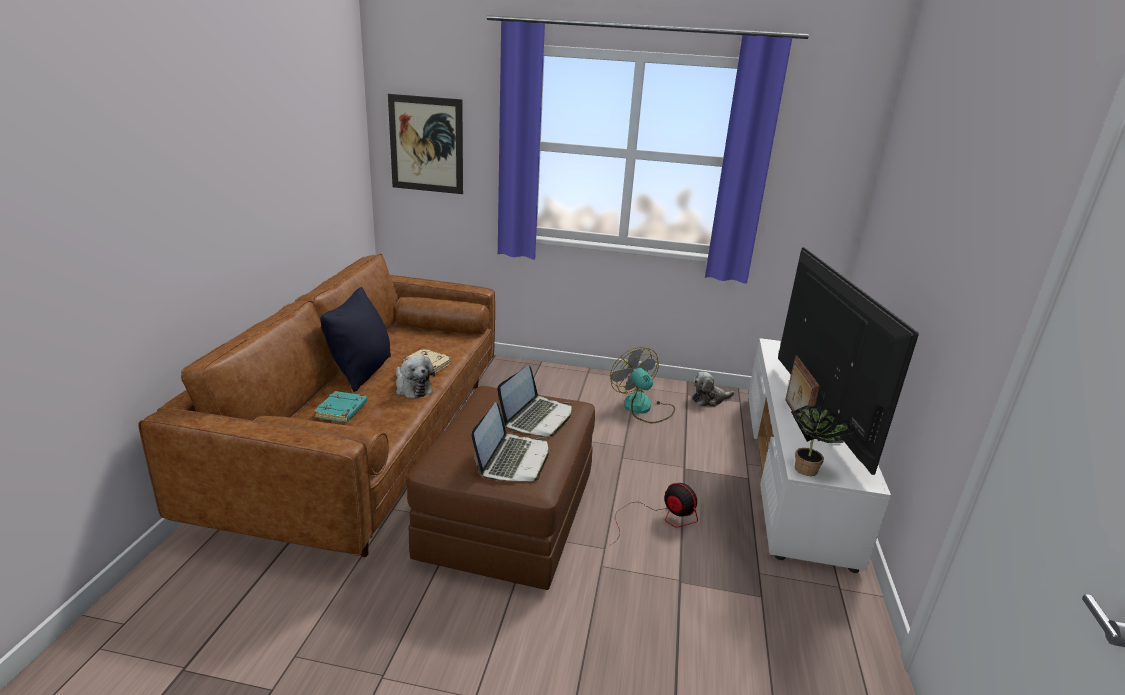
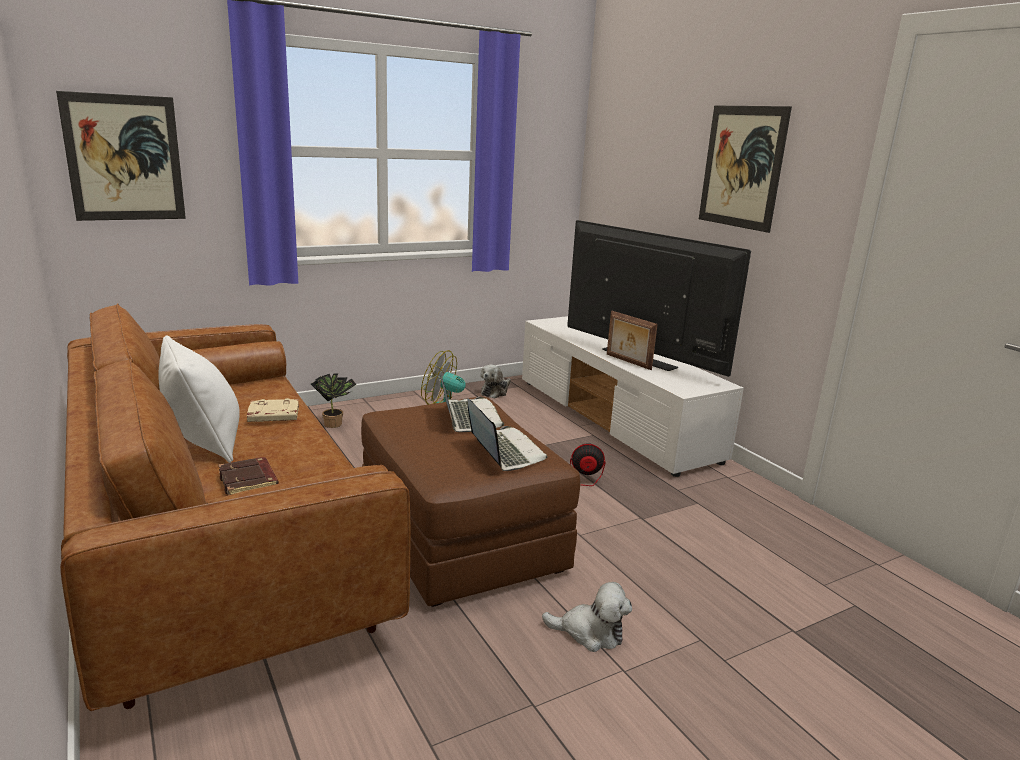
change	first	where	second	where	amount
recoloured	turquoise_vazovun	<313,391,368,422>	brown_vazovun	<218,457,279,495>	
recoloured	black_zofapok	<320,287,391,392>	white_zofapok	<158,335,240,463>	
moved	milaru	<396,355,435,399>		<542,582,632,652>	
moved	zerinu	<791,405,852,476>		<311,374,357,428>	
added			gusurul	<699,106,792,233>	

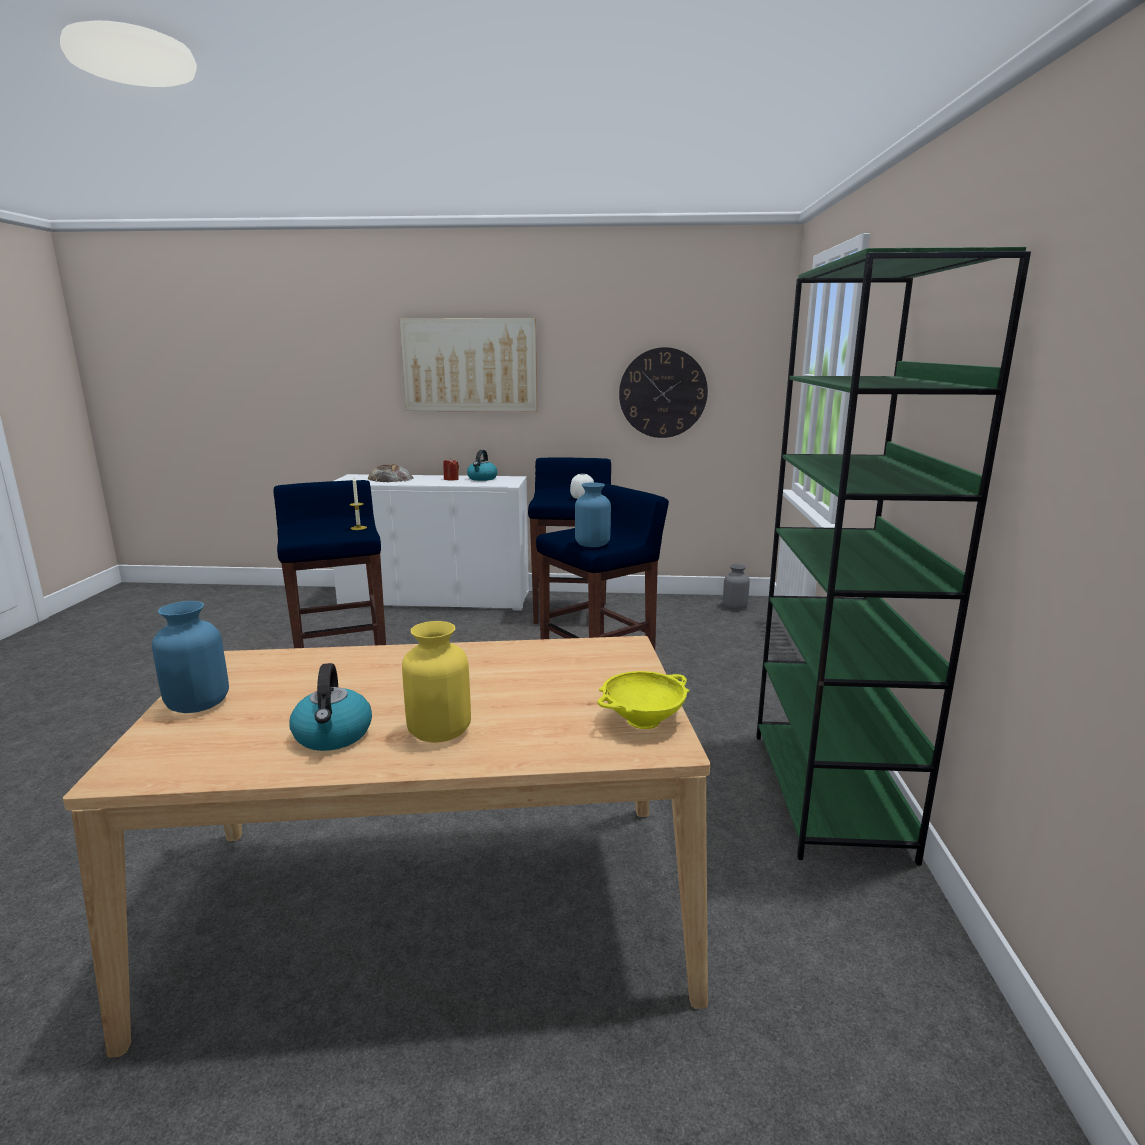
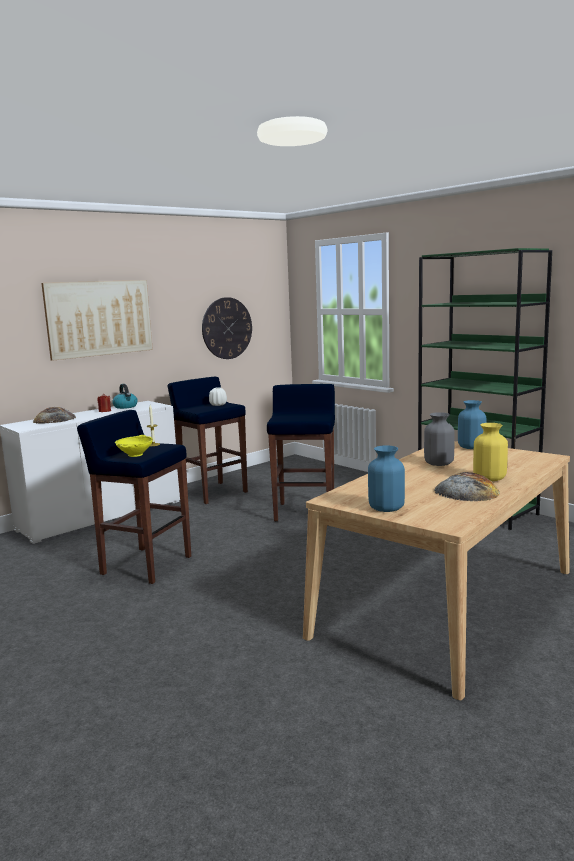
change	first	where	second	where	amount
replaced	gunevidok	<289,663,372,751>	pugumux	<434,472,500,501>	
moved	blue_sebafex	<575,482,611,547>		<458,400,486,449>	
moved	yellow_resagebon	<597,671,690,729>		<115,435,153,457>	
moved	grey_sebafex	<723,564,750,610>		<424,412,455,466>	

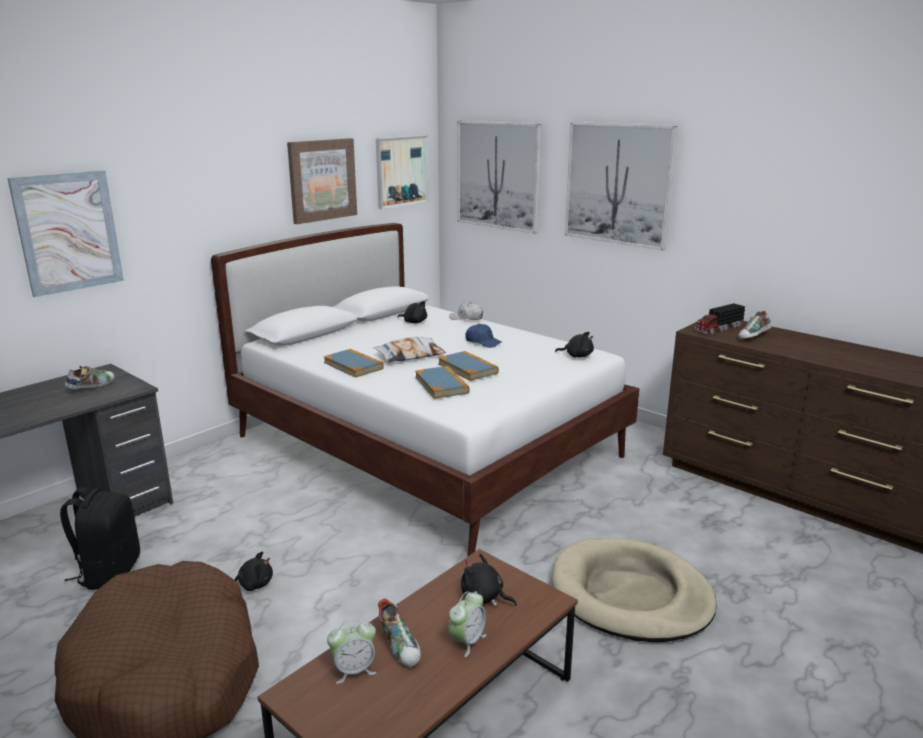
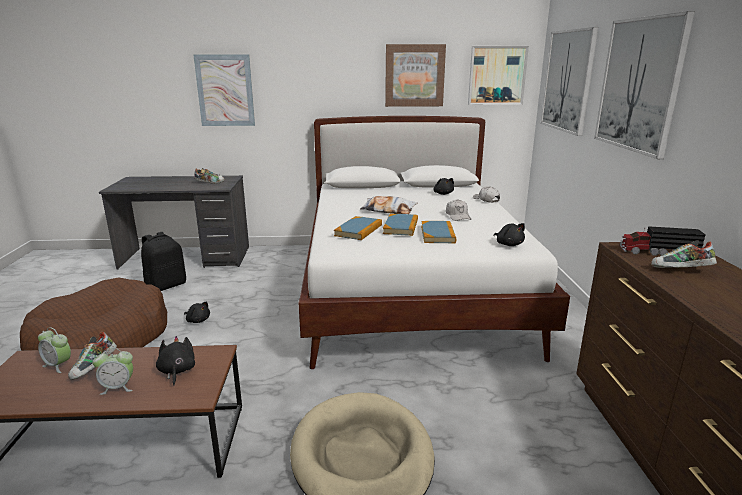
change	first	where	second	where	amount
moved	vazovun	<324,349,384,378>		<421,221,456,243>	
recoloured	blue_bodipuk	<466,324,502,348>	white_bodipuk	<446,199,471,221>	

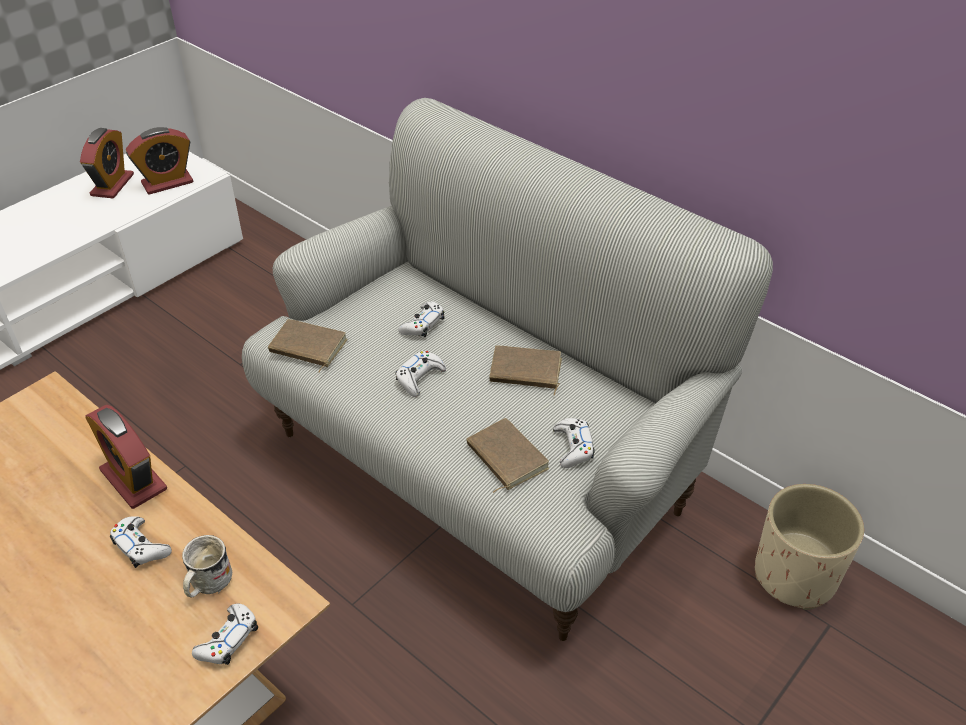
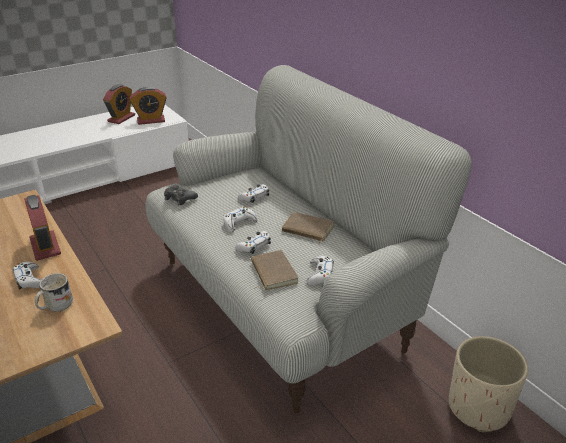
change	first	where	second	where	amount
moved	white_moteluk	<192,603,258,665>		<235,231,271,254>	
replaced	brown_vazovun	<268,319,348,372>	black_moteluk	<164,185,198,205>	

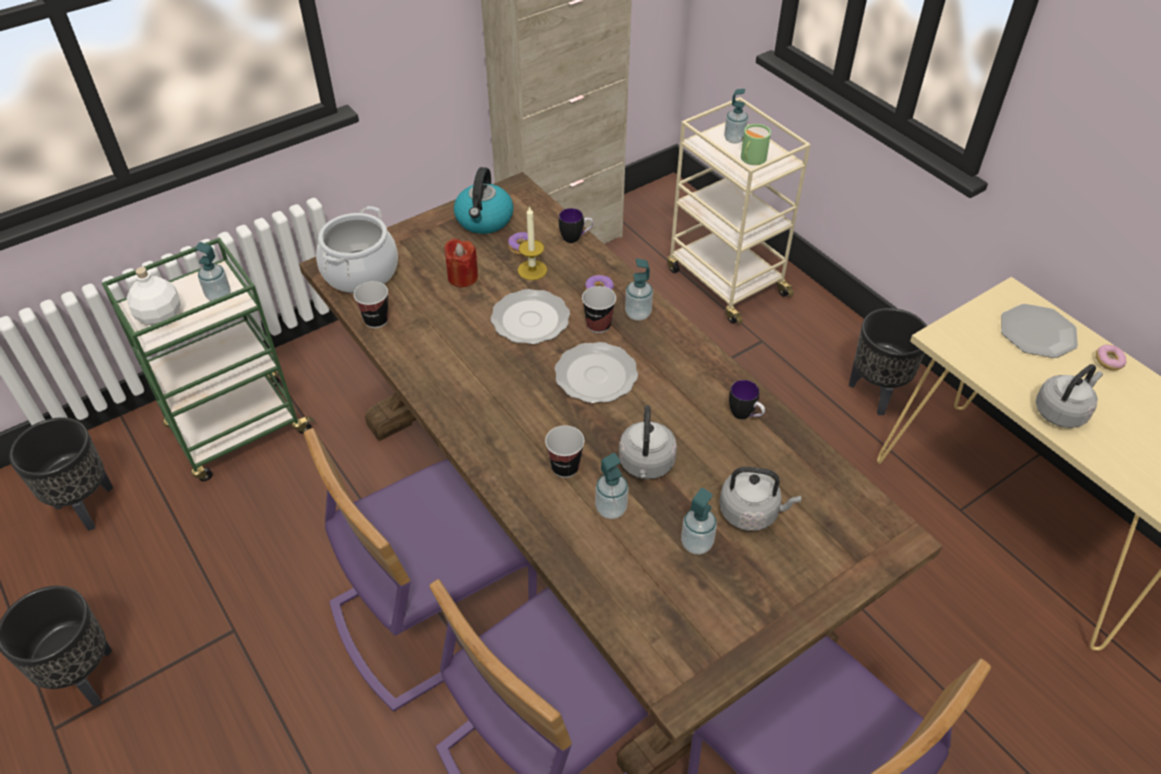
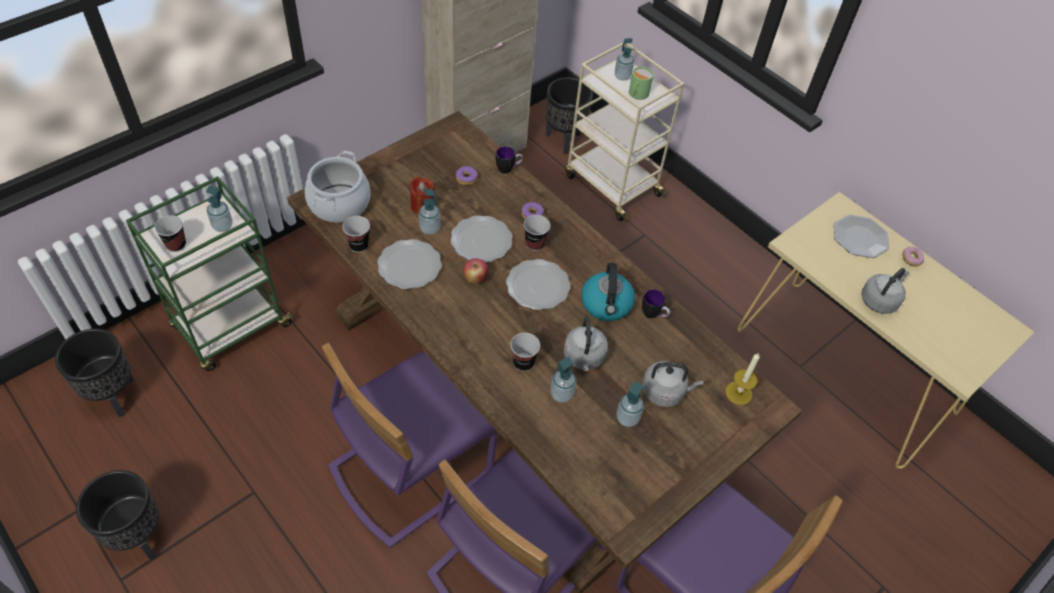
change	first	where	second	where	amount
replaced	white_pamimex	<126,267,180,326>	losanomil	<155,215,186,252>	
moved	gunevidok	<454,167,513,234>		<581,263,635,321>	
moved	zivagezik	<518,206,547,280>		<726,353,760,405>	
moved	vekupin	<625,259,653,321>		<419,189,440,235>	
moved	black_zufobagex	<849,308,927,415>		<546,77,593,154>	
added			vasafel	<377,239,442,289>	
added			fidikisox	<463,258,488,284>	

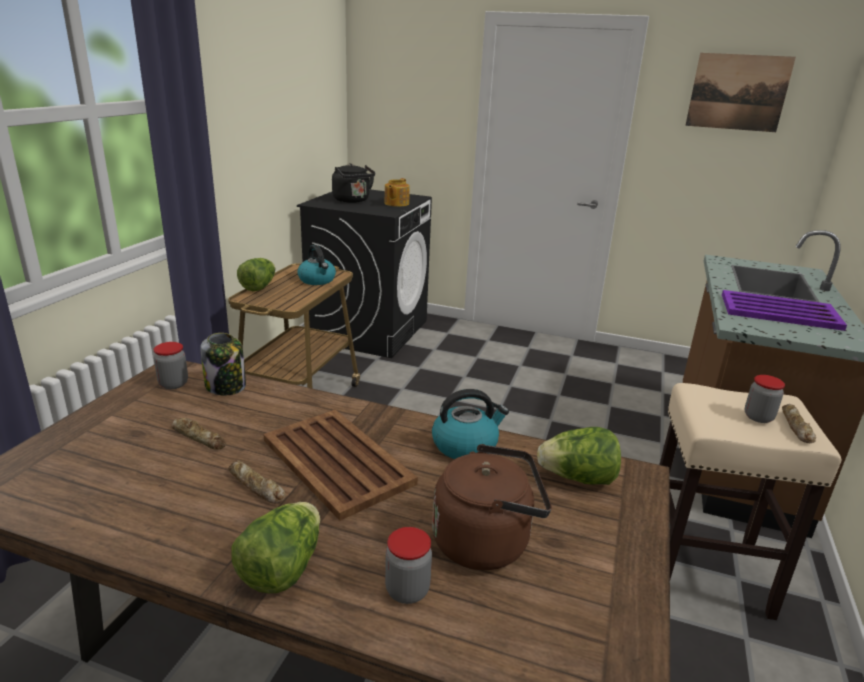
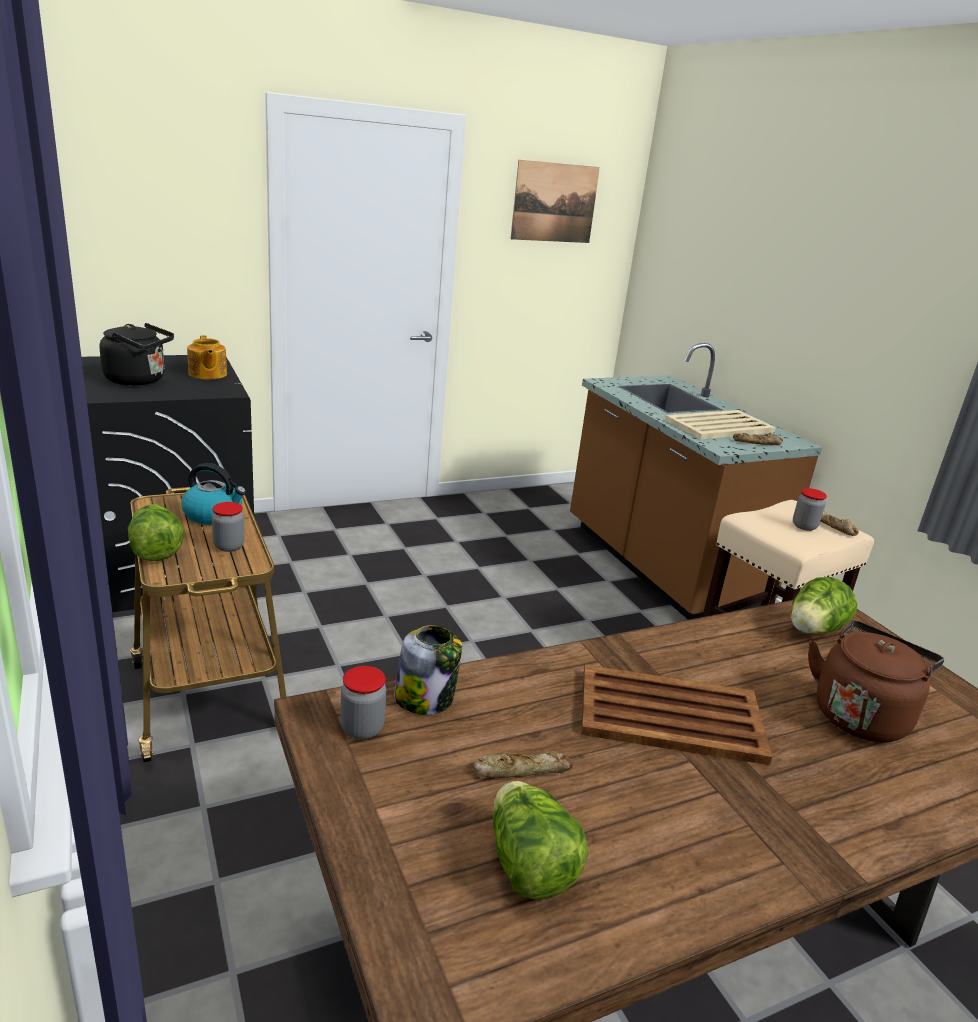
change	first	where	second	where	amount
moved	pugumux	<228,460,286,504>		<733,433,783,445>	
moved	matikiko	<232,502,320,593>		<493,781,588,900>	
moved	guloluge	<385,527,432,604>		<212,502,245,552>	
removed	gunevidok	<432,389,509,459>			
recoloured	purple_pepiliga	<722,290,847,331>	beige_pepiliga	<665,410,776,439>	

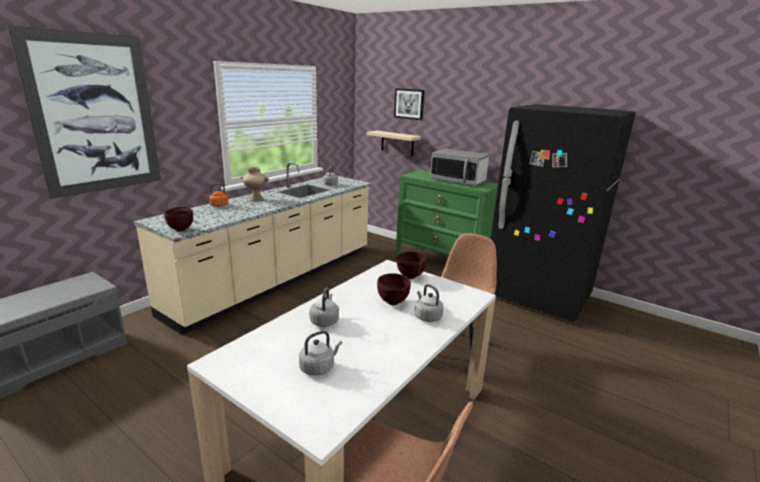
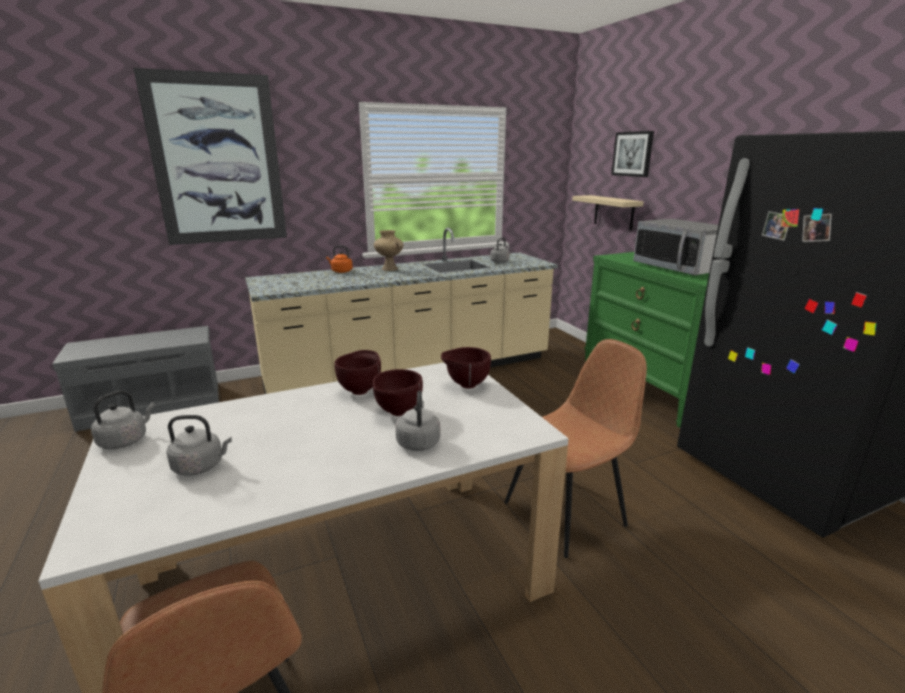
change	first	where	second	where	amount
moved	brown_resagebon	<164,207,193,232>		<334,350,381,395>	
moved	grey_gunevidok	<309,288,339,327>		<91,391,155,449>	

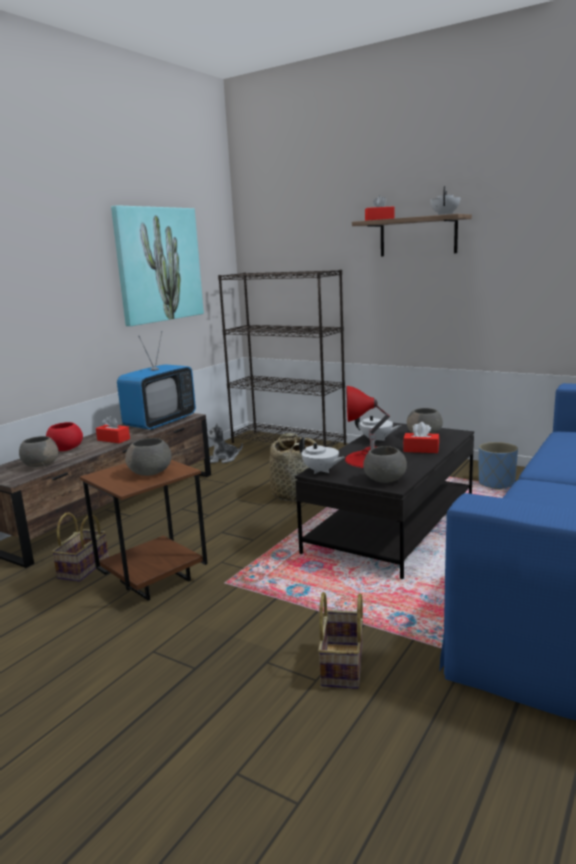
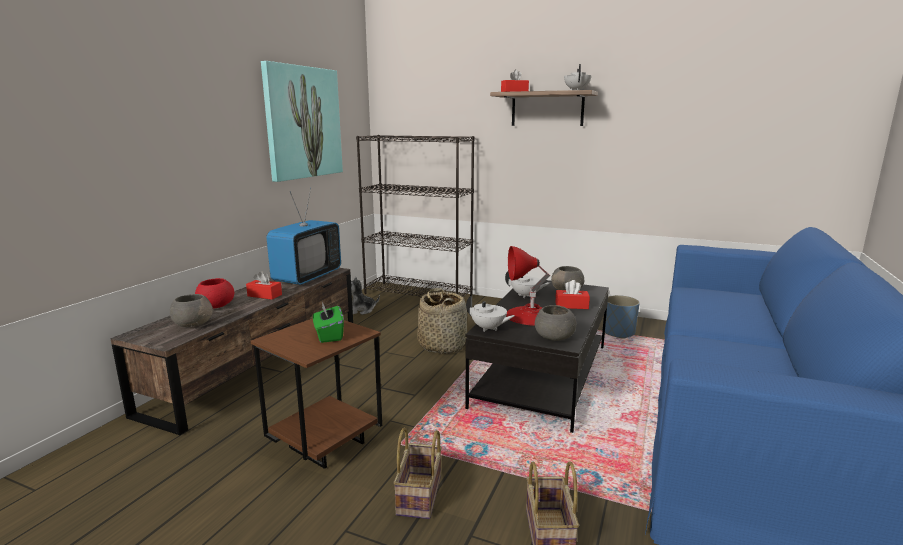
change	first	where	second	where	amount
moved	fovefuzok	<52,513,109,582>		<393,428,442,519>	
replaced	grey_resagebon	<125,438,172,476>	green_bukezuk	<313,302,344,343>	

